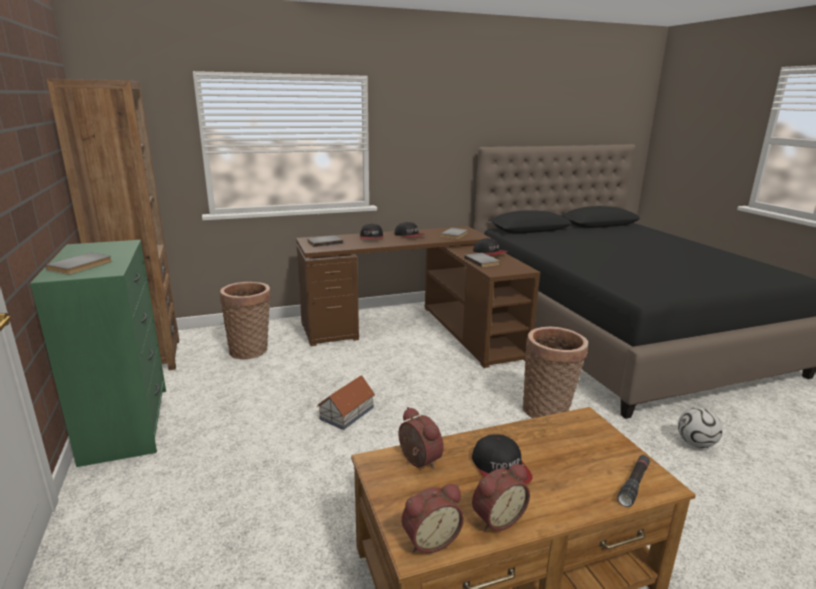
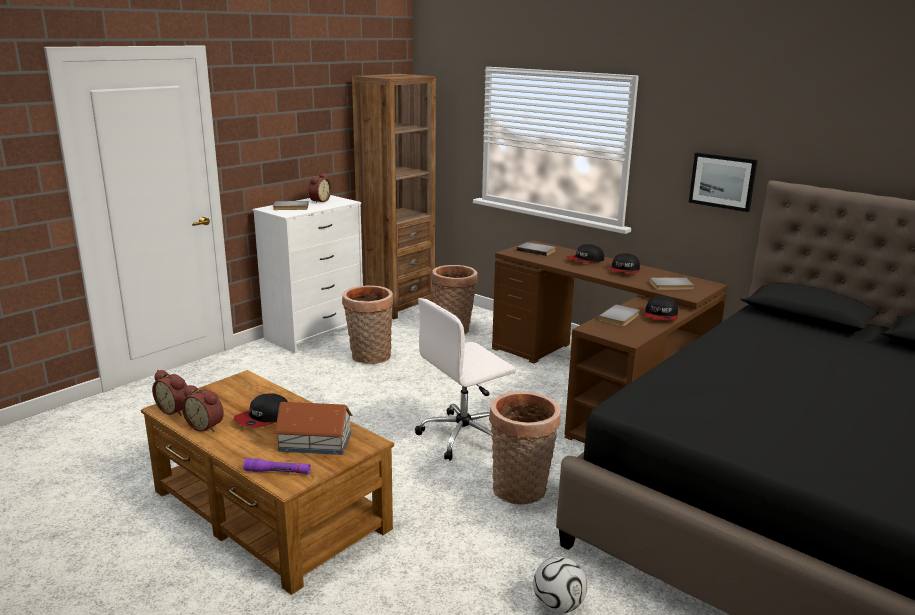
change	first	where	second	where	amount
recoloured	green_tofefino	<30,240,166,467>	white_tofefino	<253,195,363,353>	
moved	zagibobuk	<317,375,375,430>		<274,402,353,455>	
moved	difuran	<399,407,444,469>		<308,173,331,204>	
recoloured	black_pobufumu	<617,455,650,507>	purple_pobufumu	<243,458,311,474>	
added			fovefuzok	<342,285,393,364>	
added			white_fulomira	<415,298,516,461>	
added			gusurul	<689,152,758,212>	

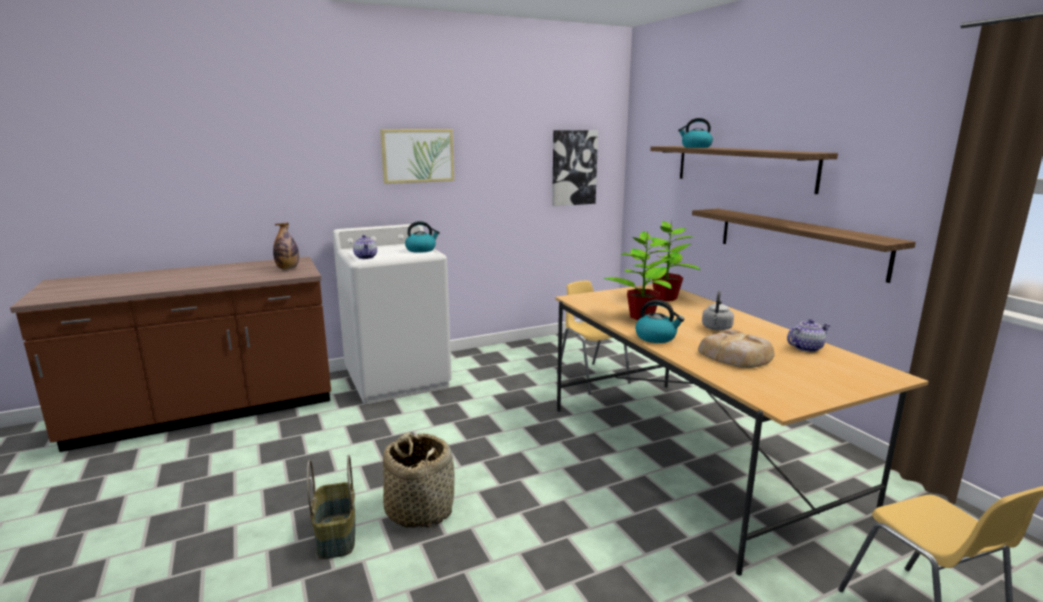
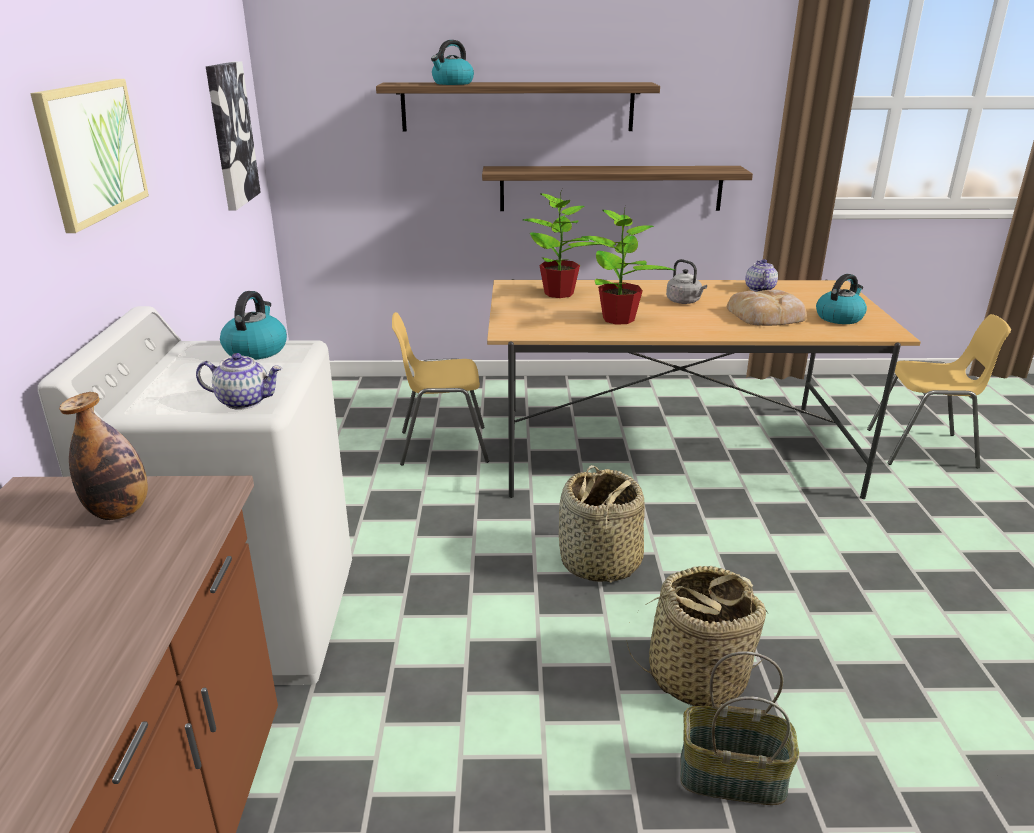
change	first	where	second	where	amount
moved	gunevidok	<635,300,684,343>		<816,274,867,324>	
added			fovefuzok	<559,465,645,583>	

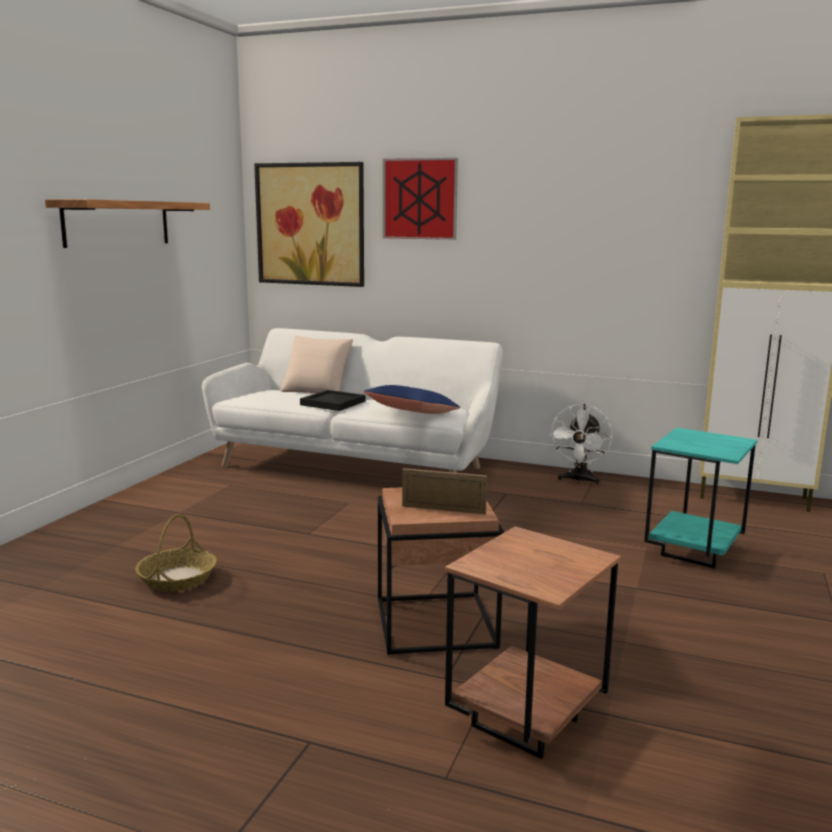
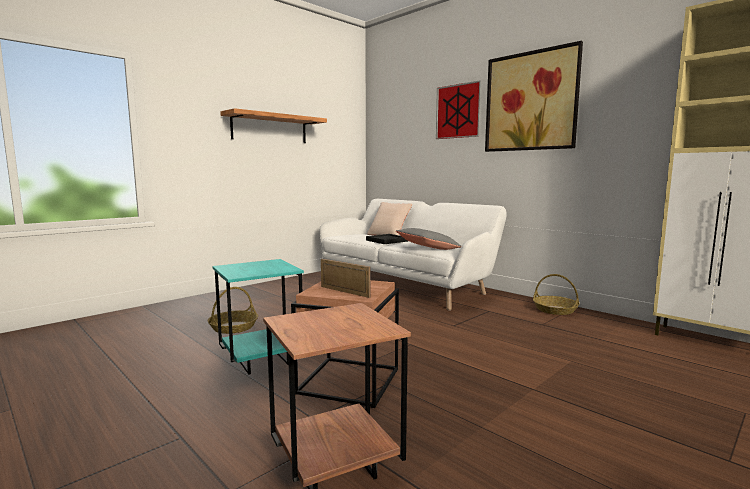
change	first	where	second	where	amount
moved	gusurul	<254,162,364,287>		<485,41,583,152>	
recoloured	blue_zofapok	<363,385,461,414>	grey_zofapok	<396,228,461,250>	
replaced	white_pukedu	<549,404,613,485>	fovefuzok	<533,274,579,315>	
moved	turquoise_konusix	<644,428,757,568>		<212,259,304,375>	

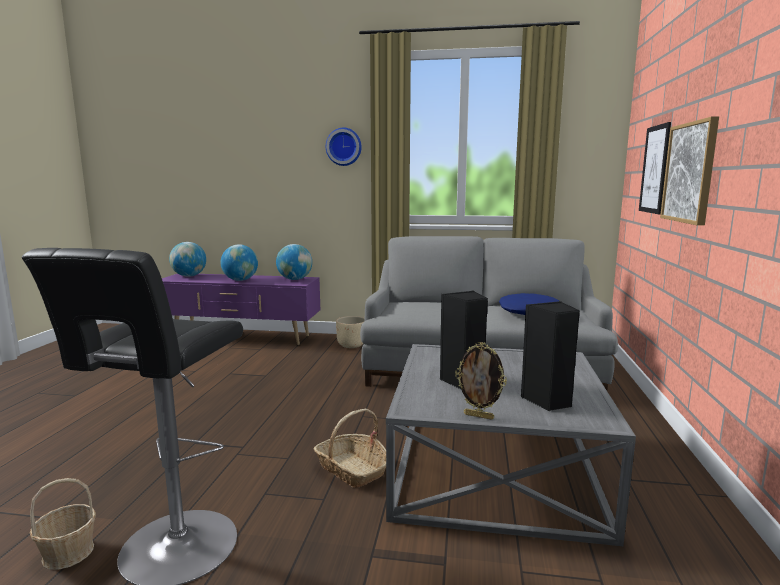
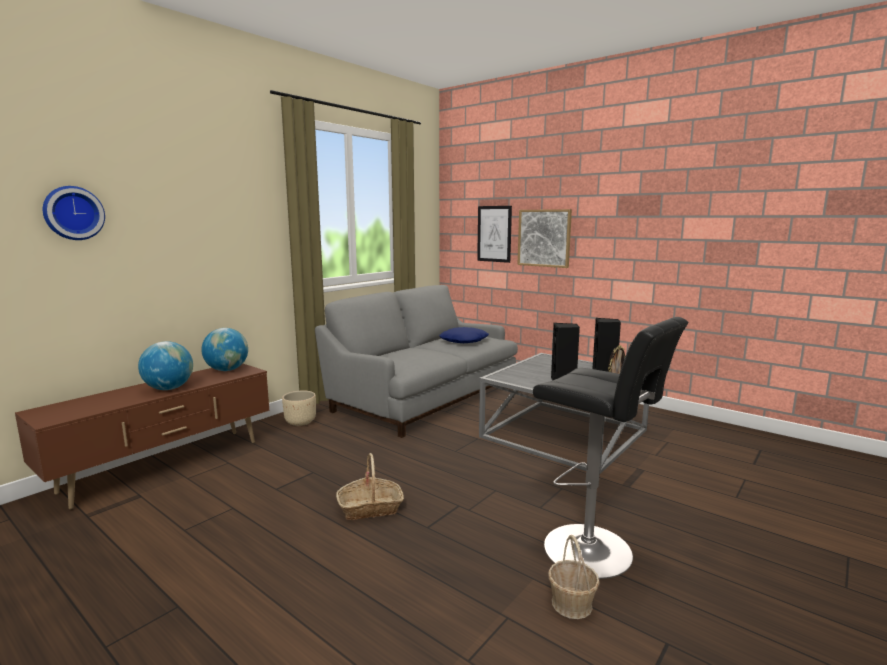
change	first	where	second	where	amount
recoloured	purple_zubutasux	<162,274,320,345>	brown_zubutasux	<15,364,269,509>	
removed	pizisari	<169,242,206,277>			
moved	fovefuzok	<314,409,386,488>		<336,453,404,520>	
moved	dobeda	<326,128,362,166>		<43,186,105,240>	

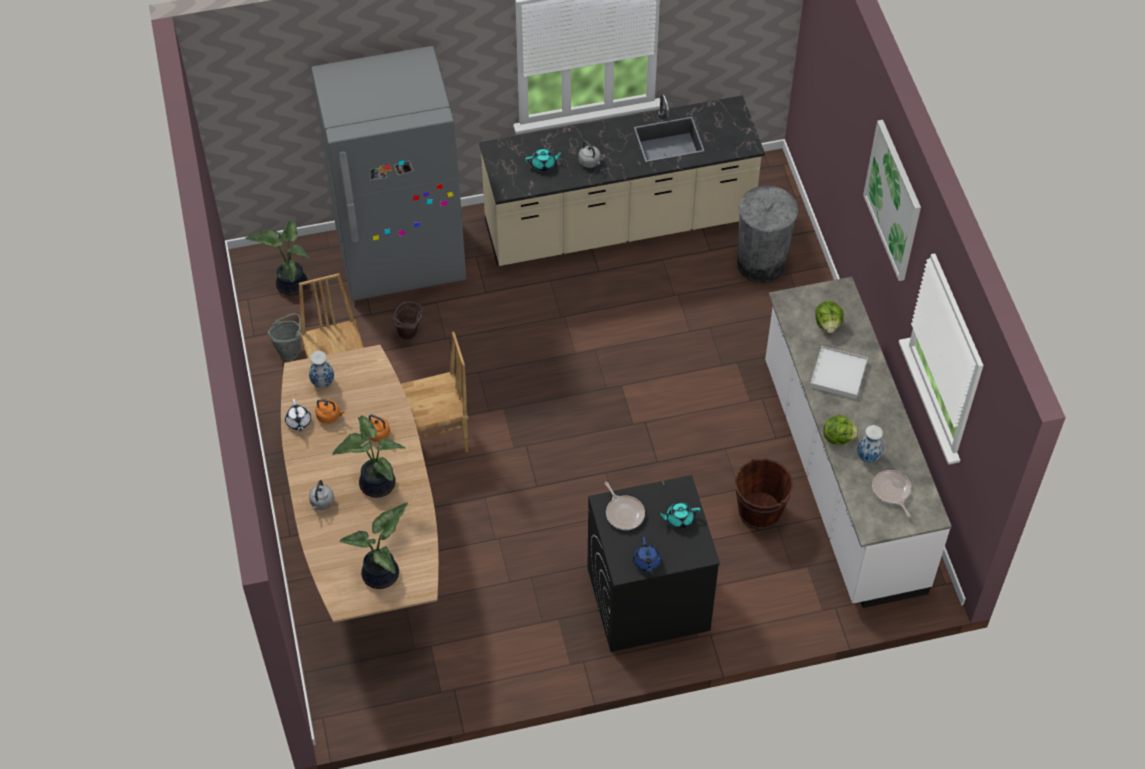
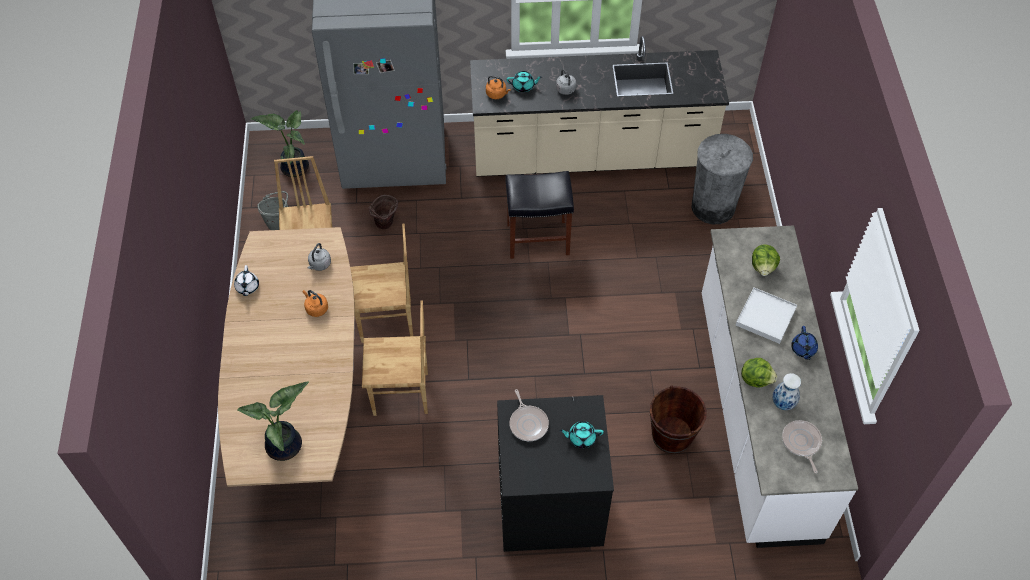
change	first	where	second	where	amount
removed	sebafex	<309,351,334,388>			
moved	grey_gunevidok	<309,480,334,510>		<308,243,331,271>	
moved	orange_gunevidok	<315,399,345,424>		<486,75,511,99>	
removed	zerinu	<332,415,406,498>			
moved	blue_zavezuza	<633,537,661,574>		<791,326,818,360>	
removed	gusurul	<863,120,921,281>			
added			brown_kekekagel	<362,301,428,416>	
added			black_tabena	<505,171,574,259>	

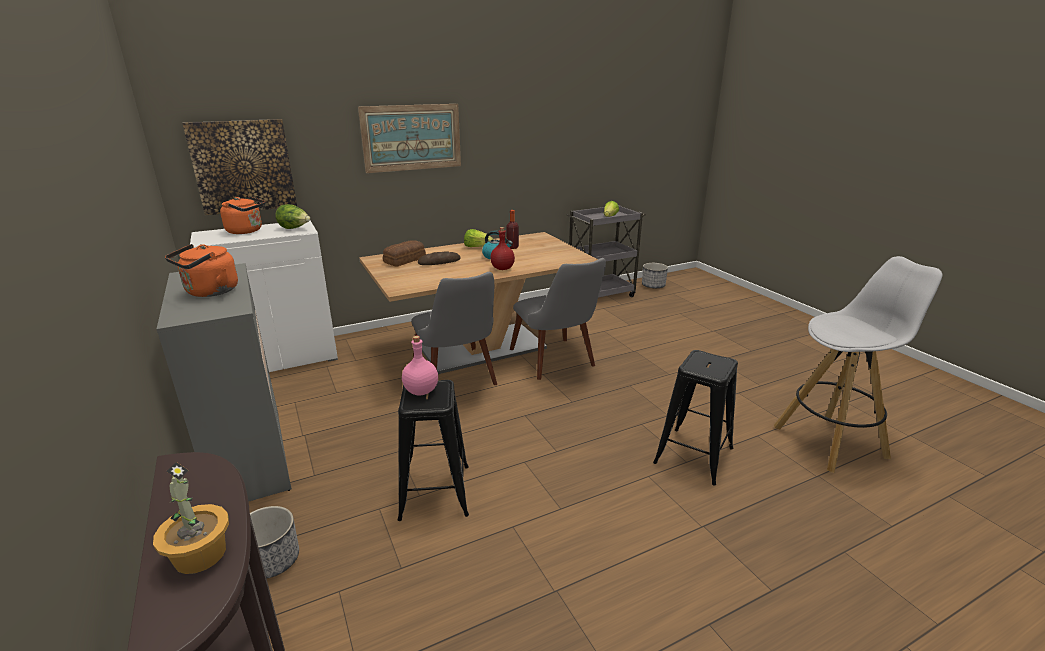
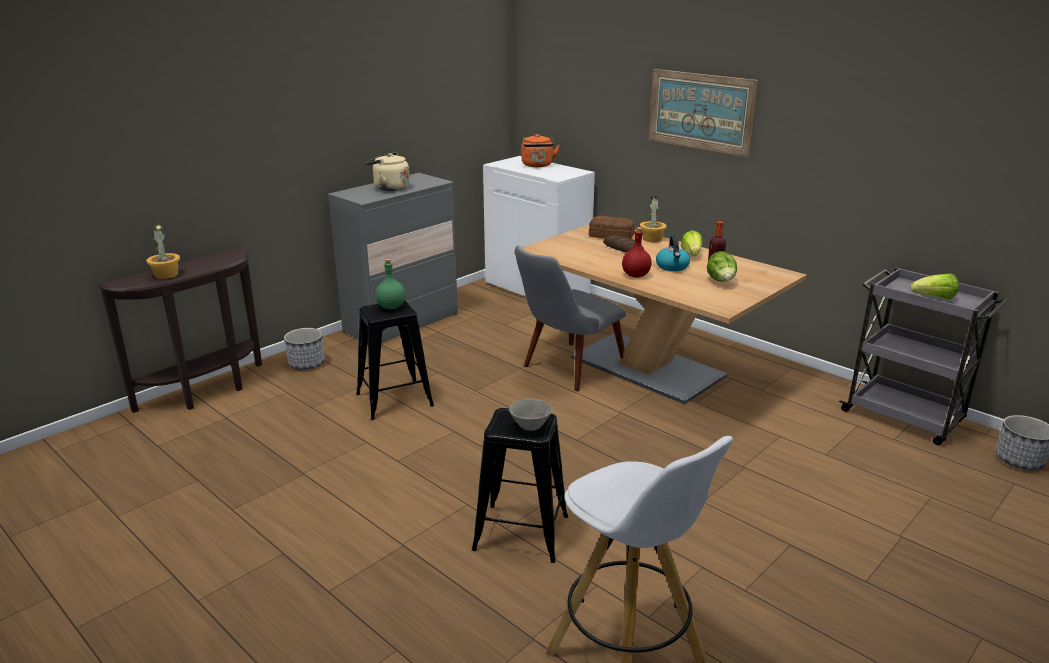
change	first	where	second	where	amount
recoloured	orange_gunevidok	<165,244,238,297>	beige_gunevidok	<365,152,410,191>	
removed	gusurul	<183,119,297,215>			
moved	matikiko	<275,204,310,229>		<707,251,737,282>	
recoloured	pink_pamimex	<402,336,438,396>	green_pamimex	<376,259,405,309>	
removed	grey_kekekagel	<510,258,606,380>			
added			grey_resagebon	<509,398,553,431>	
added			zerinu	<640,197,667,242>	

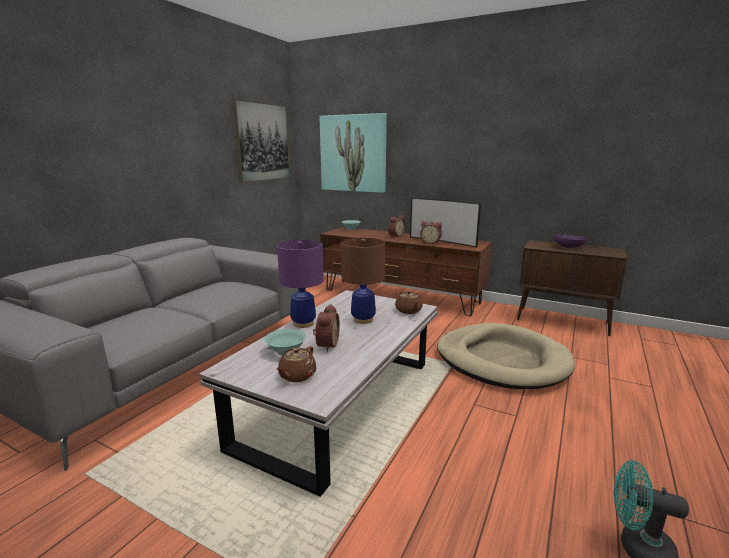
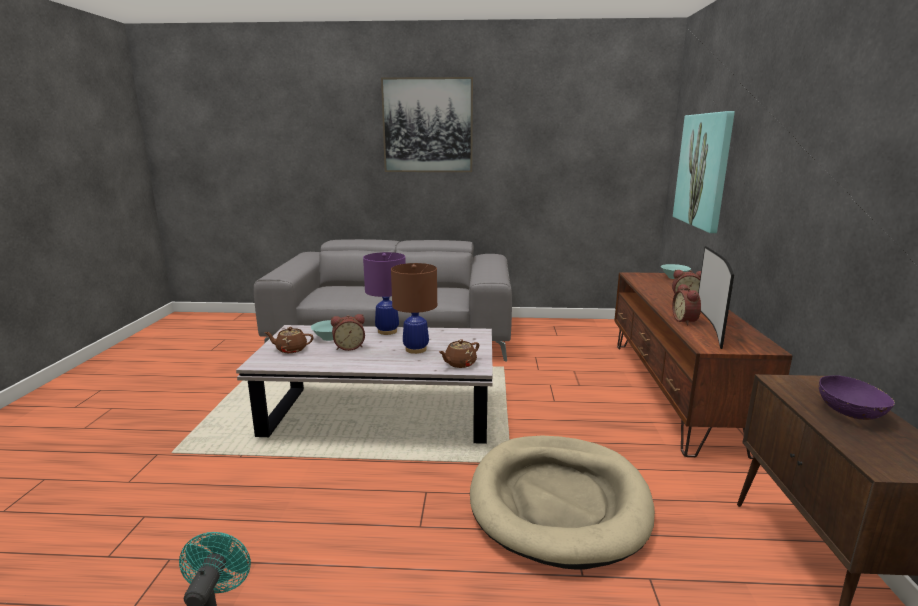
change	first	where	second	where	amount
moved	gusurul	<232,98,291,183>		<381,77,473,172>	

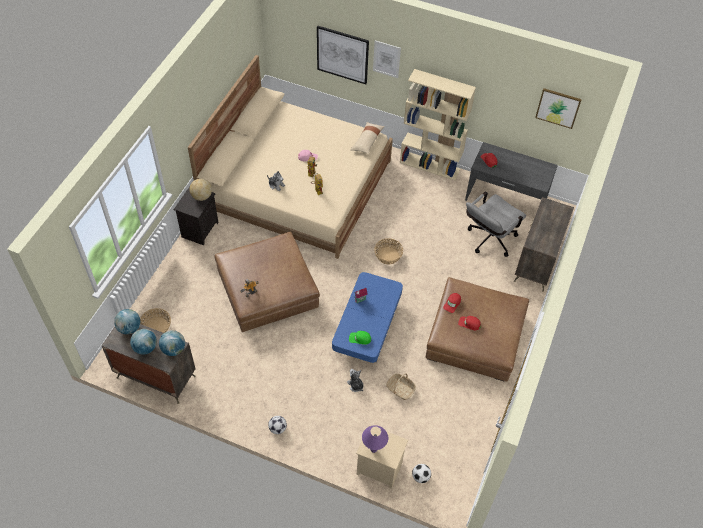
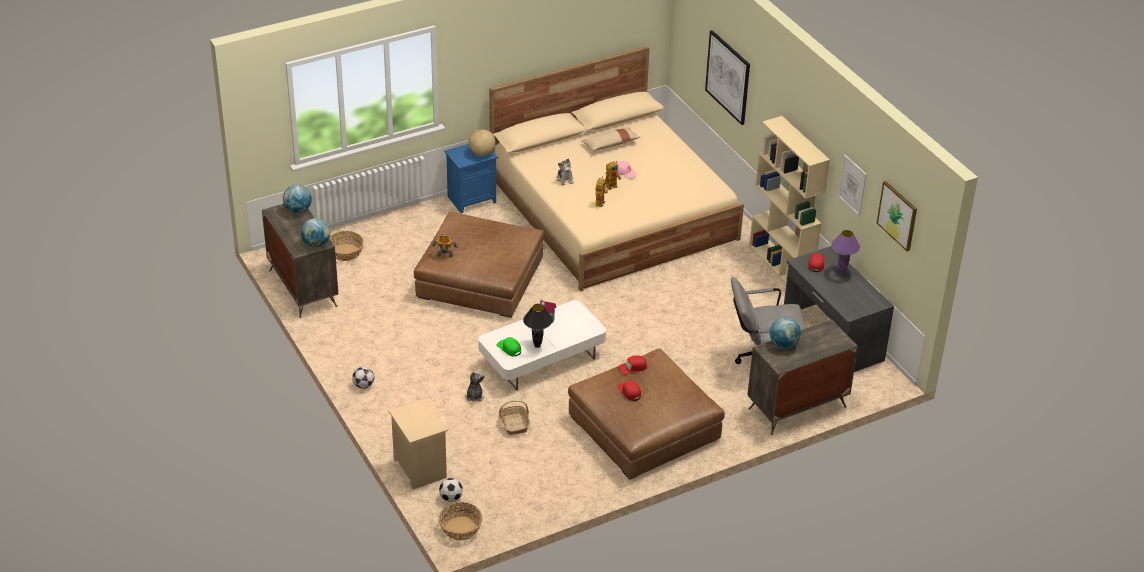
change	first	where	second	where	amount
moved	pizisari	<130,329,157,355>		<770,317,801,348>	
recoloured	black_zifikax	<174,187,219,245>	blue_zifikax	<444,144,498,213>	
recoloured	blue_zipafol	<332,272,403,363>	white_zipafol	<478,300,606,391>	
moved	beige_zofapok	<350,122,385,154>		<581,127,641,151>	
moved	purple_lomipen	<362,425,388,453>		<831,230,860,274>	
moved	gusurul	<373,40,401,78>		<838,154,866,217>	
moved	fovefuzok	<374,238,403,264>		<438,502,483,541>	
added			black_lomipen	<523,304,552,348>	

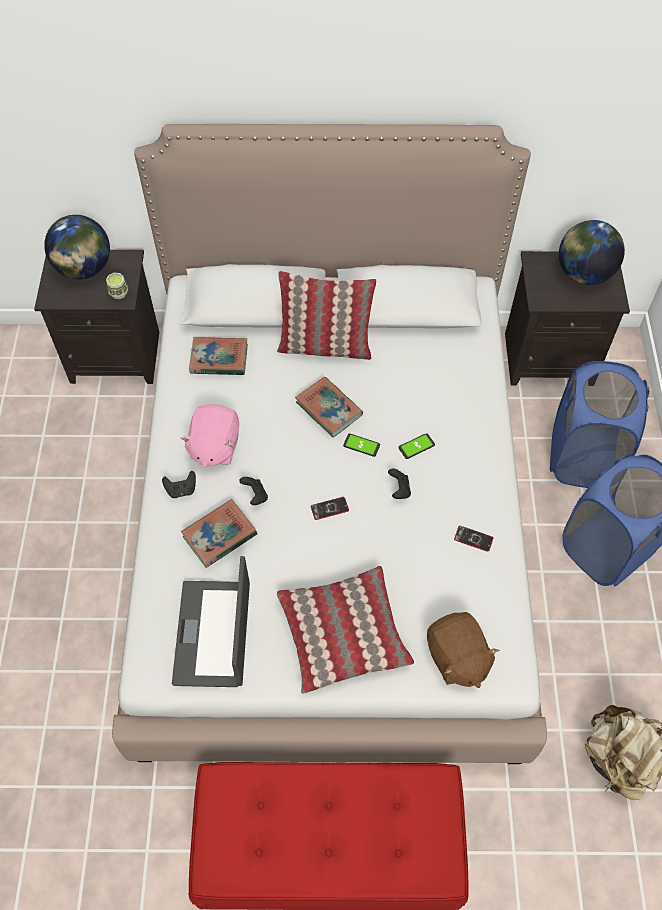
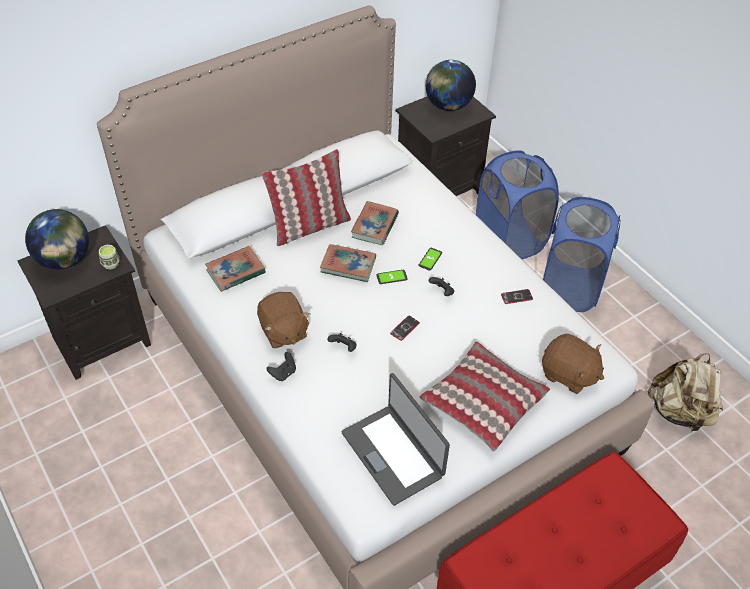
change	first	where	second	where	amount
recoloured	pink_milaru	<180,404,239,468>	brown_milaru	<257,292,310,348>	
moved	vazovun	<181,499,257,568>		<351,201,399,245>	

